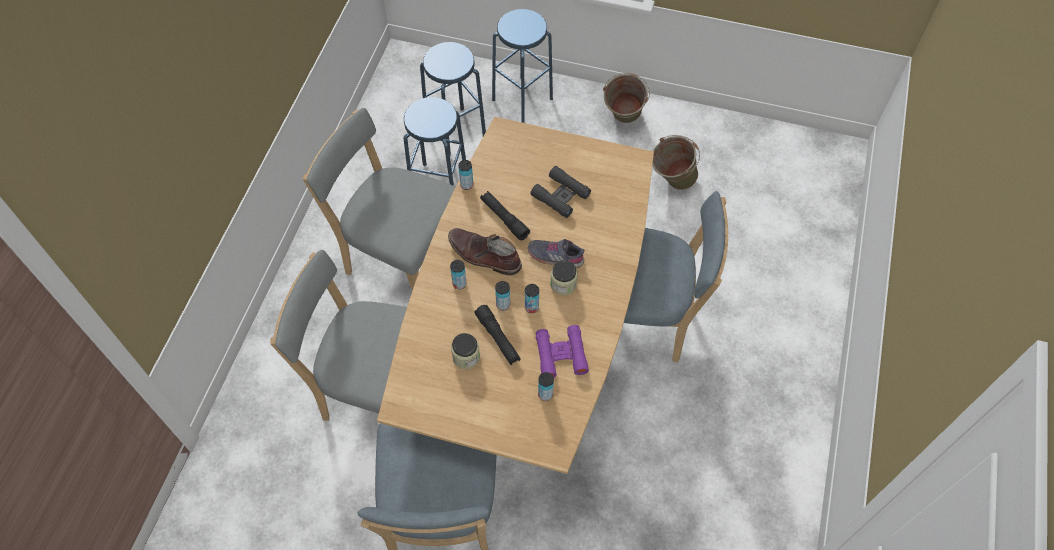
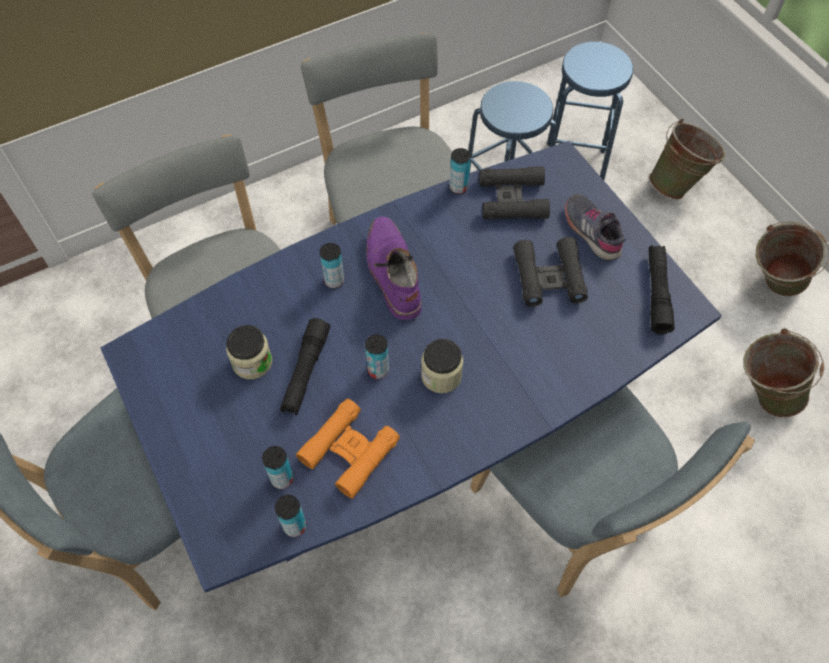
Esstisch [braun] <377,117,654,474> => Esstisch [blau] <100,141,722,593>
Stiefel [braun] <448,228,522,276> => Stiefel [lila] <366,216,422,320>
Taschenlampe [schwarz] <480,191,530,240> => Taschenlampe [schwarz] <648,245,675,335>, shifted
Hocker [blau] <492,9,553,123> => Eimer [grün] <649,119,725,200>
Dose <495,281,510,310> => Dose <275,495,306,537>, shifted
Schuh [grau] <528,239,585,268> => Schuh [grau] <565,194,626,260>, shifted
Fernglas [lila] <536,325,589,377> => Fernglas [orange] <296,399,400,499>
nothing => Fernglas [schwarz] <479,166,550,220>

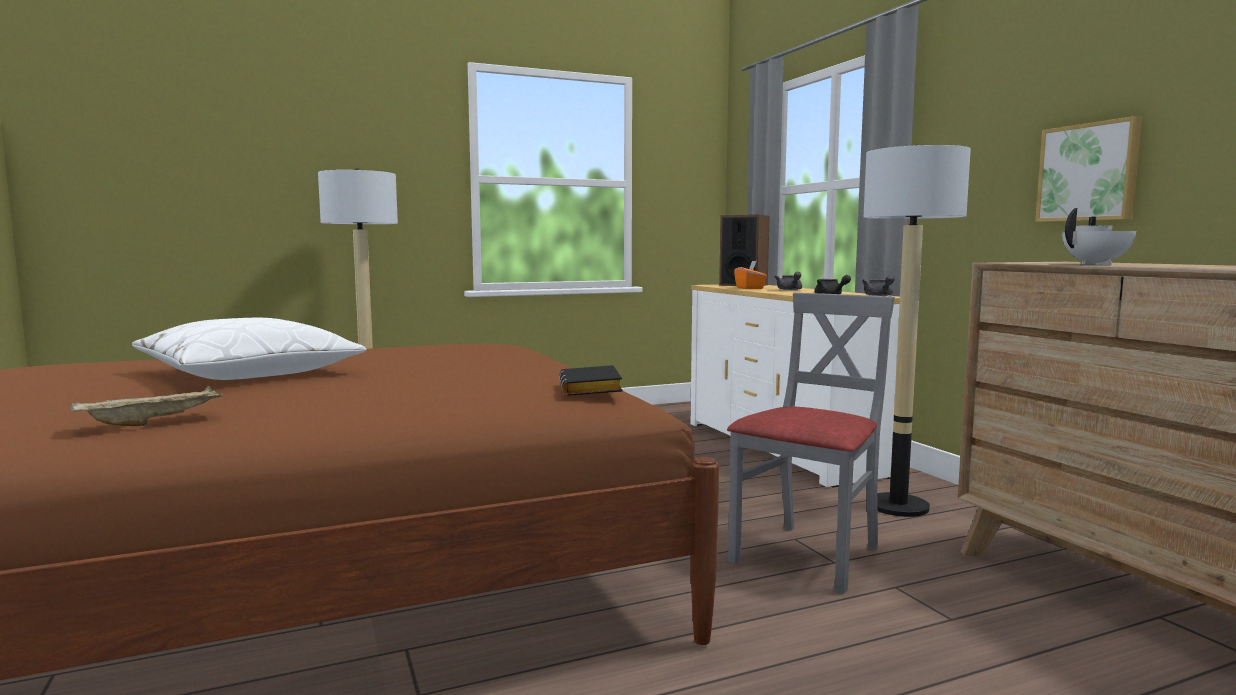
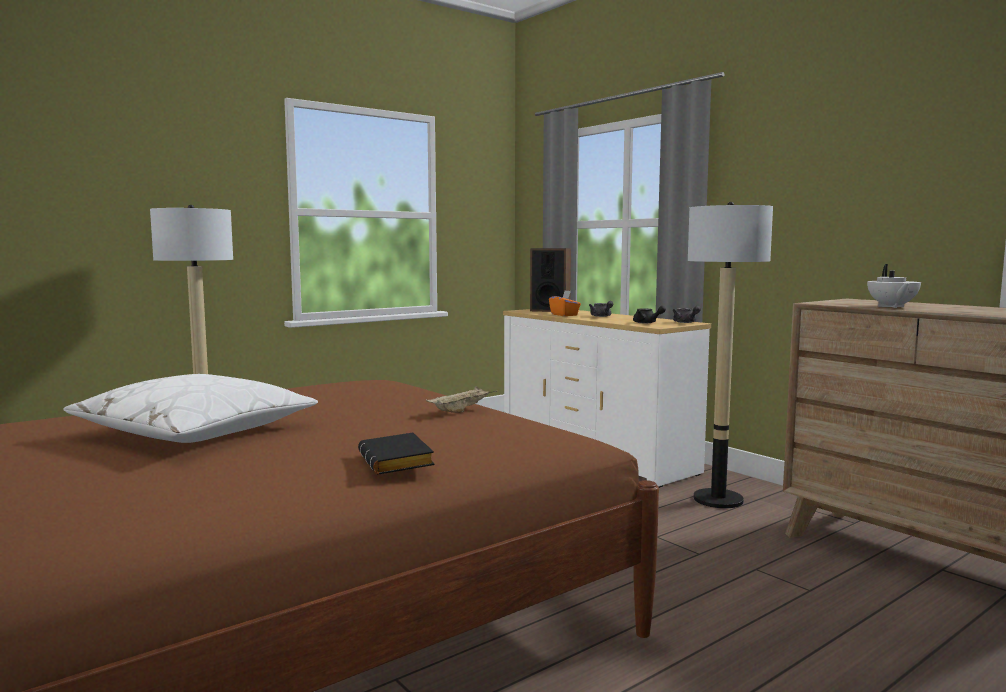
Tablett [beige] <70,386,223,426> => Tablett [beige] <426,386,497,413>, shifted
Buch [schwarz] <560,365,623,396> => Buch [schwarz] <358,433,435,474>, shifted
Stuhl [grau] <727,293,895,594> => nothing
Bild <1035,116,1142,222> => nothing
Teekanne [weiß] <1062,208,1136,265> => Teekanne [weiß] <867,264,921,308>, 135 degrees clockwise

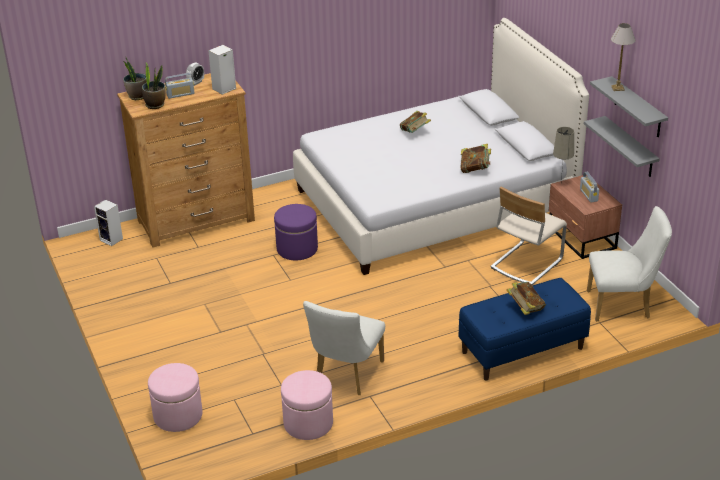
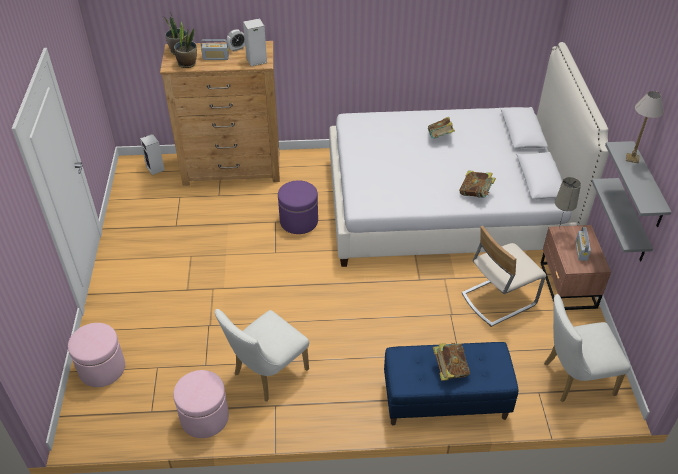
Stuhl [weiß] <587,206,672,321> => Stuhl [weiß] <544,294,630,402>, 150 degrees clockwise

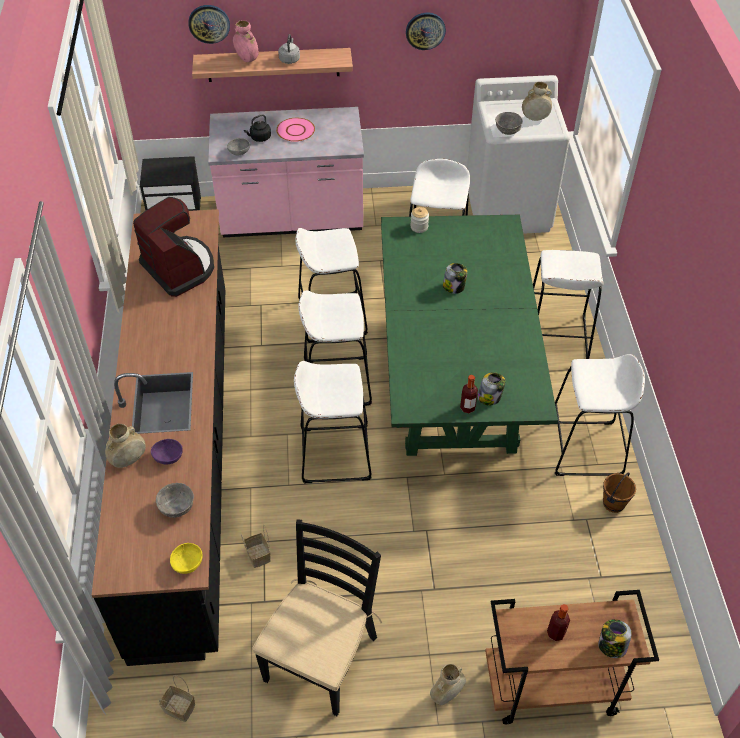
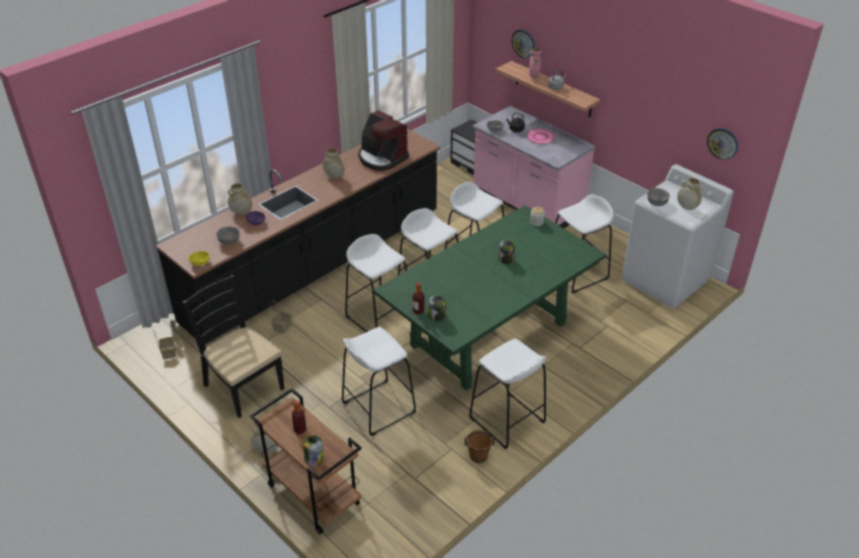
Kaffeemaschine <133,197,214,297> => Kaffeemaschine <358,110,409,171>, 120 degrees clockwise
Stuhl [schwarz] <252,519,382,716> => Stuhl [schwarz] <182,275,284,418>, 120 degrees counterclockwise
Wanduhr <406,13,446,50> => Wanduhr <707,128,738,160>, shifted
Hocker [weiß] <533,250,604,359> => Hocker [weiß] <342,327,416,436>, shifted
nothing => Vase [beige] <323,148,345,179>

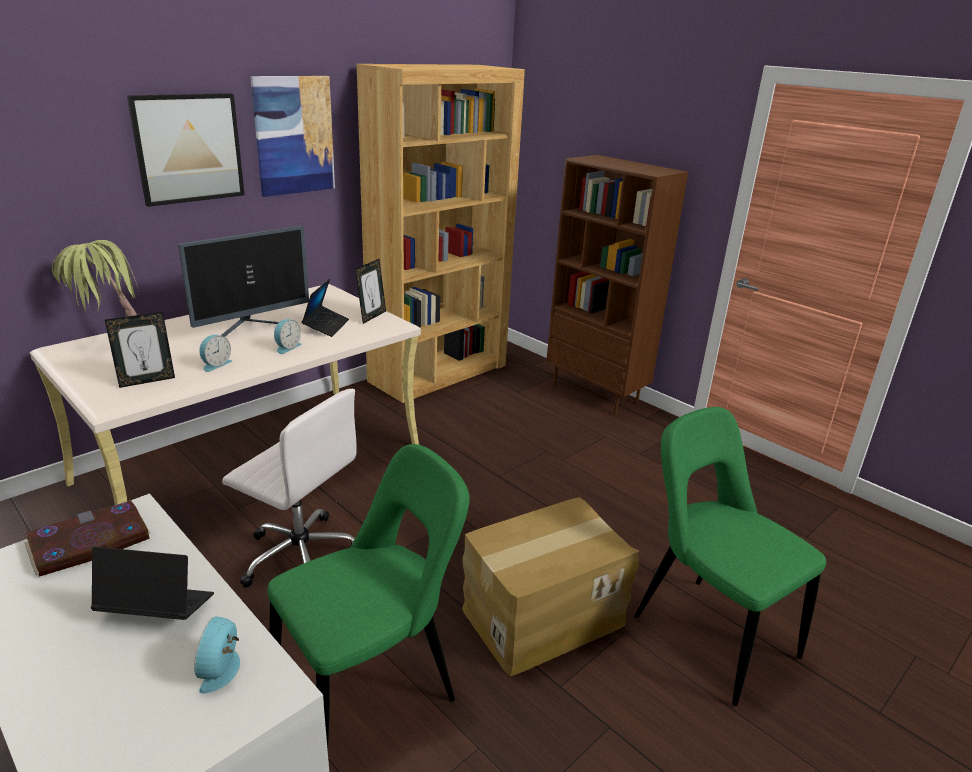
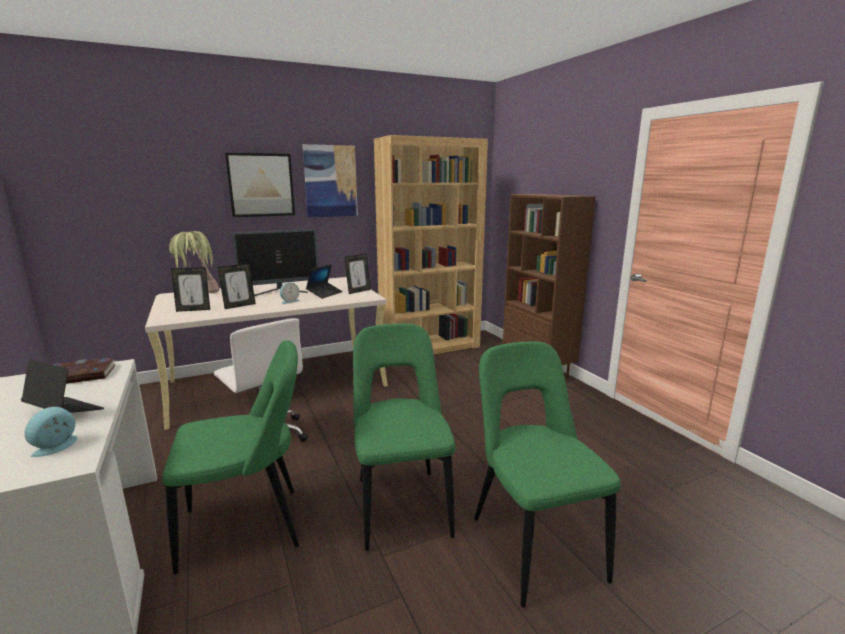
Wecker <199,335,232,372> => Bilderrahmen <218,263,256,309>
Karton <462,497,639,676> => Stuhl [grün] <353,324,455,551>

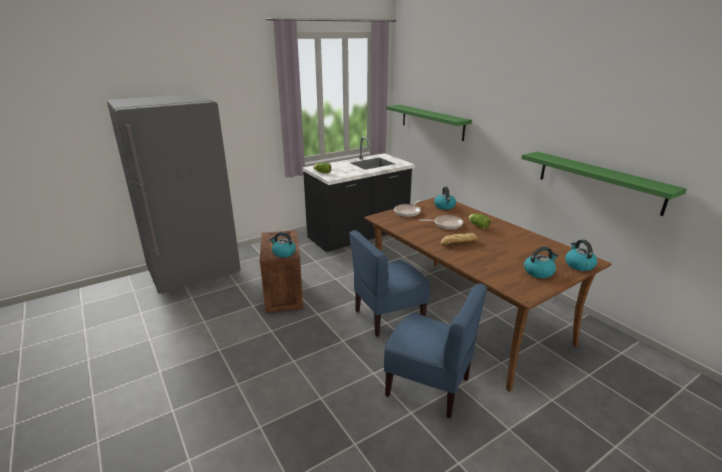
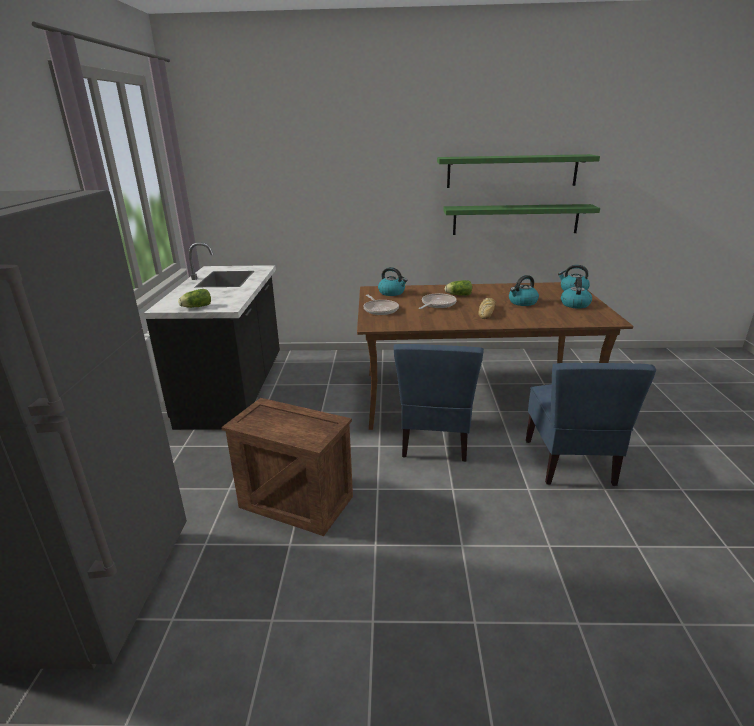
Wasserkessel <270,232,296,257> => Wasserkessel <509,275,539,306>, shifted
Stuhl [blau] <384,283,487,418> => Stuhl [blau] <526,363,656,486>, 120 degrees clockwise
Wandregal [grün] <386,105,472,141> => Wandregal [grün] <437,154,600,188>, shifted

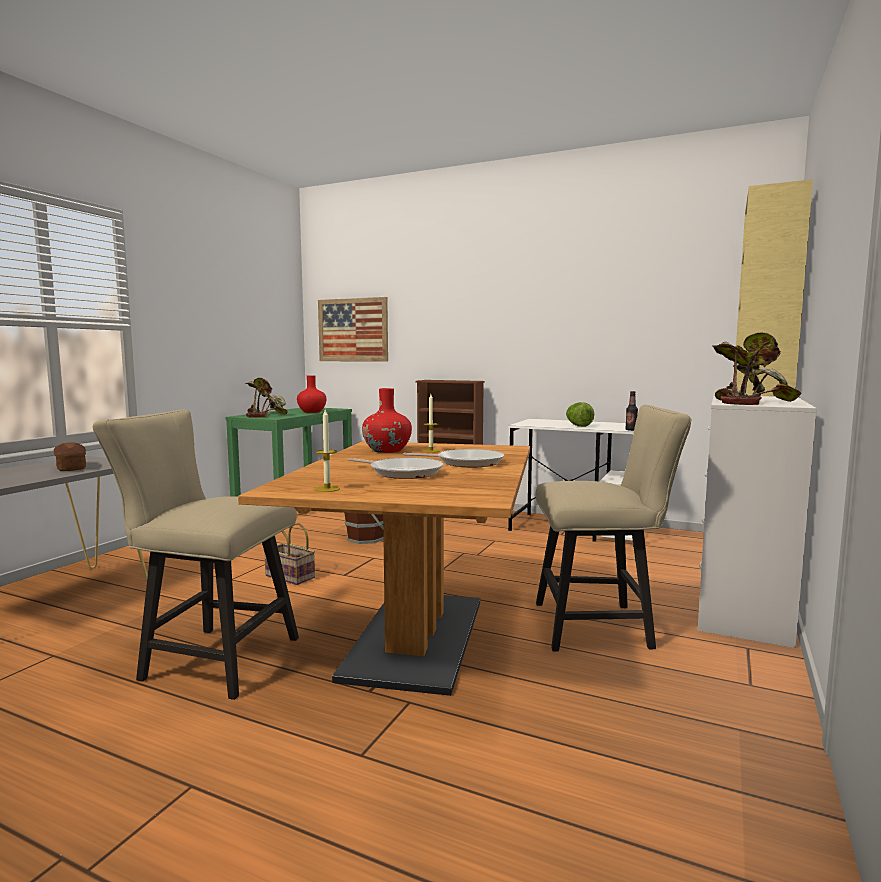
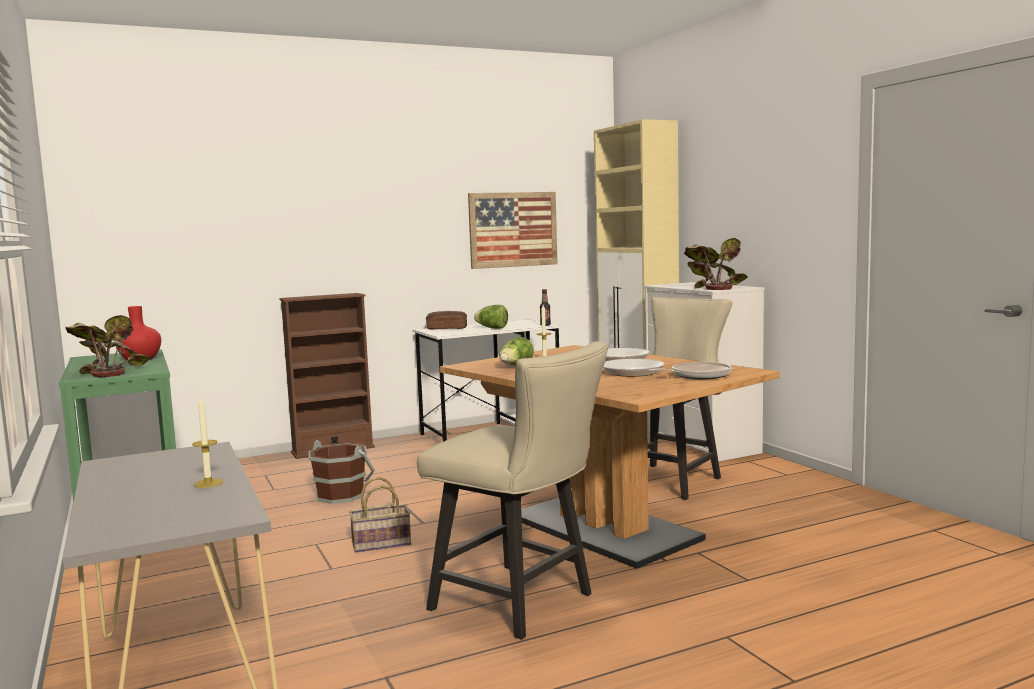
Brot <54,442,86,471> => Brot <426,311,467,329>, shifted
Stuhl [beige] <93,409,299,700> => Stuhl [beige] <417,341,608,640>, 105 degrees counterclockwise
Kerze <315,410,340,492> => Kerze <192,398,223,488>, shifted
Bild <318,297,388,362> => Bild <468,192,558,269>, shifted
Vase [rot] <362,388,412,453> => Salatkopf <499,337,534,365>
nothing => Pfanne <648,362,732,379>

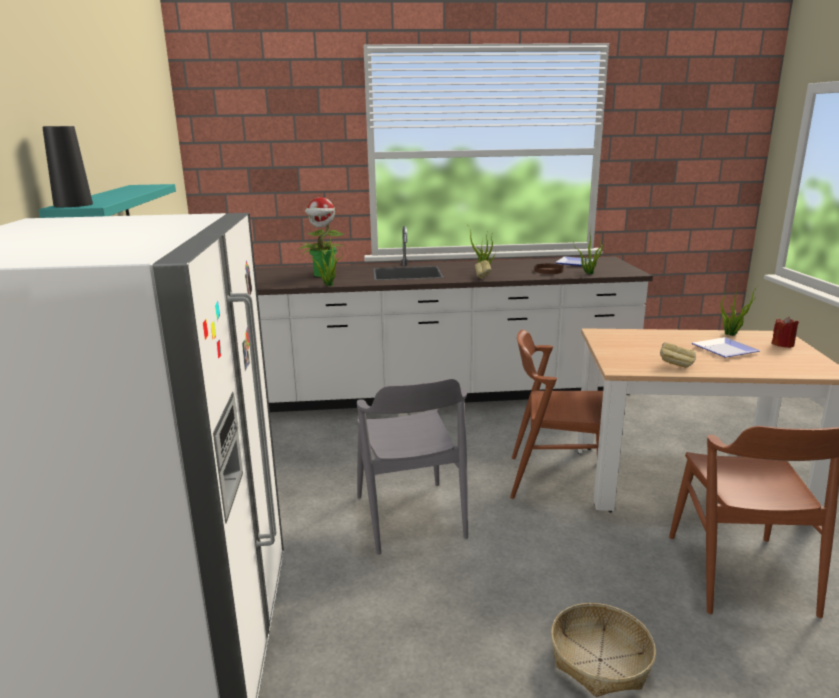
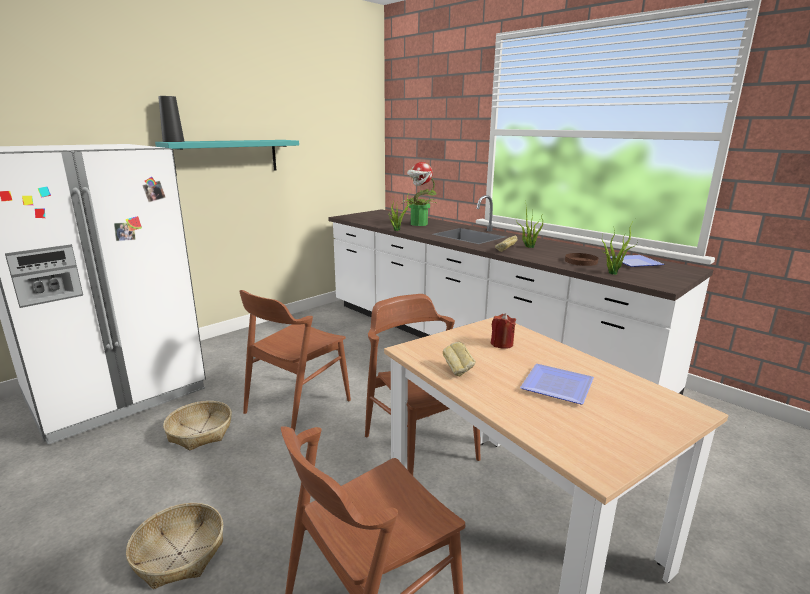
Stuhl [grau] <357,379,468,555> => Stuhl [braun] <240,290,351,431>
Topfpflanze <720,287,757,336> => nothing
Kerze [rot] <771,316,799,348> => Kerze [rot] <491,313,516,349>, shifted
nothing => Korb <163,401,232,451>

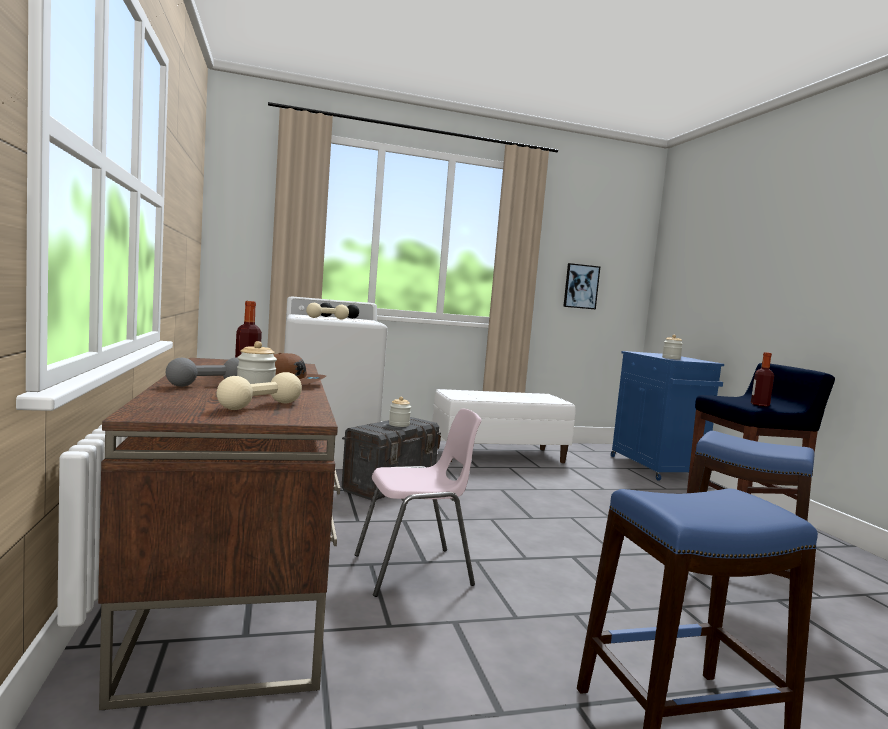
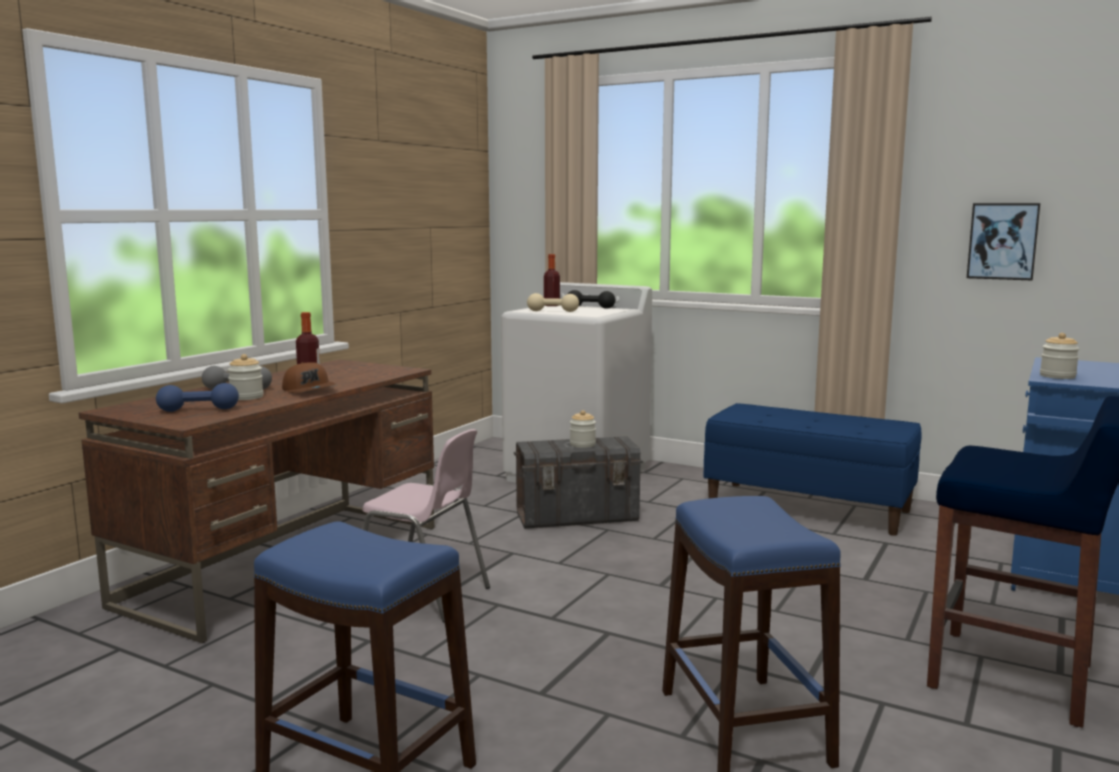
Hantel [beige] <217,372,302,410> => Hantel [blau] <156,383,239,412>
Bank [weiß] <432,389,576,463> => Bank [blau] <704,403,922,536>
Flasche <751,352,774,407> => Flasche <544,254,560,306>, shifted

